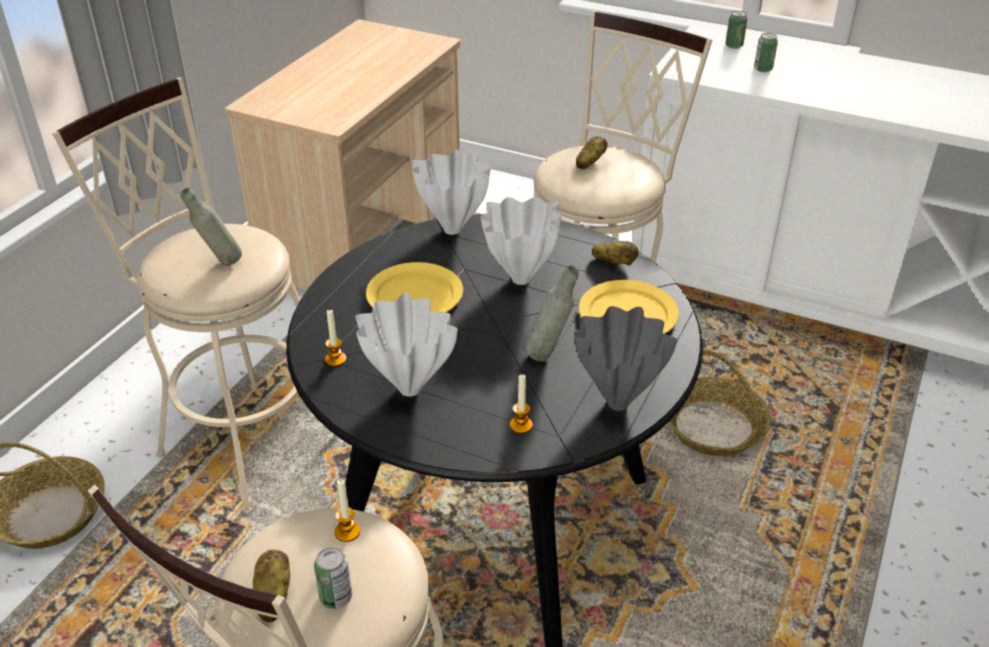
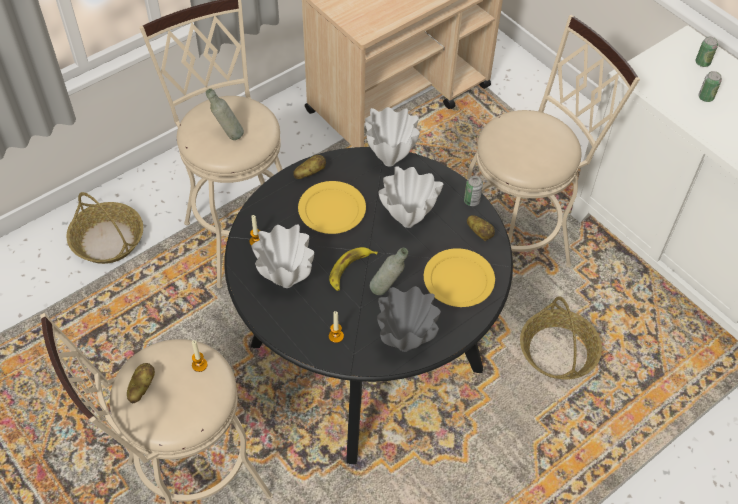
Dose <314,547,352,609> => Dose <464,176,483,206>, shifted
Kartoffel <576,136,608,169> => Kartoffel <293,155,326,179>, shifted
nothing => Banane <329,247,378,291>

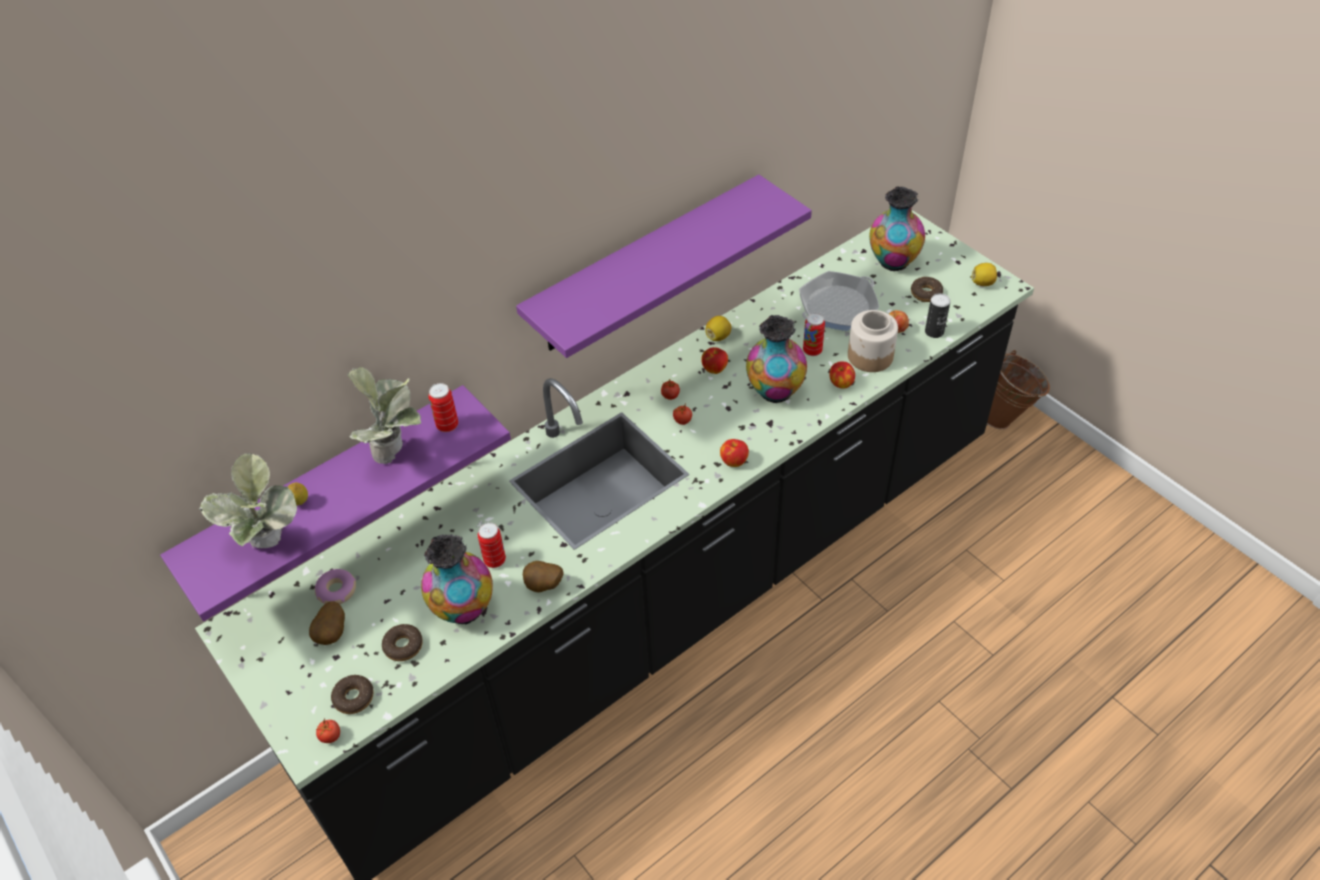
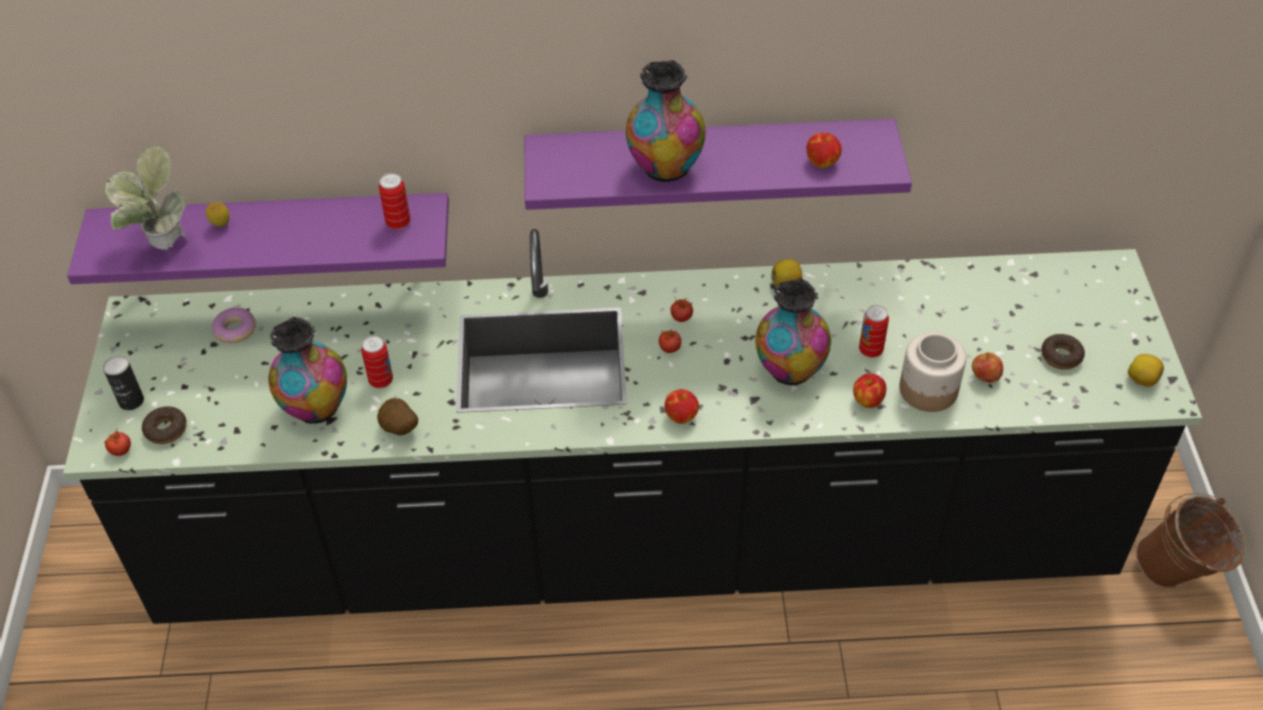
Kartoffel <309,601,345,645> => nothing
Topfpflanze <347,367,421,464> => nothing
Donut <382,624,423,661> => nothing
Apfel <701,347,728,374> => Apfel <806,133,842,168>, shifted
Pfanne <799,271,879,331> => nothing
Vase <869,186,925,271> => Vase <626,60,706,183>, shifted
Dose <925,293,950,338> => Dose <103,355,144,410>, shifted

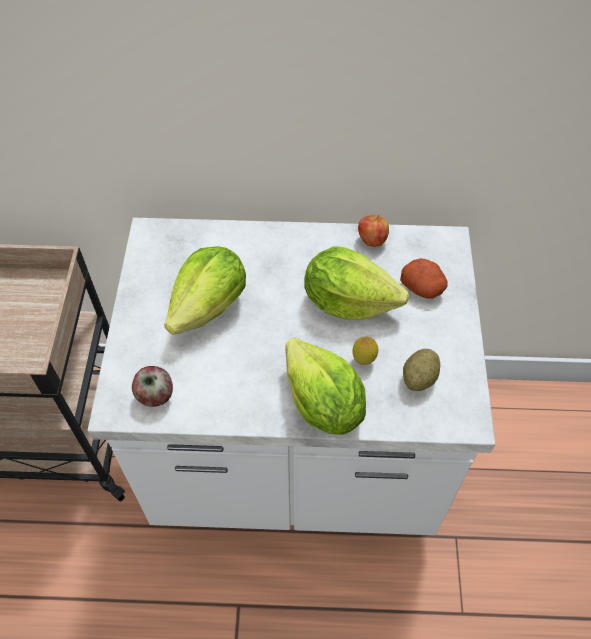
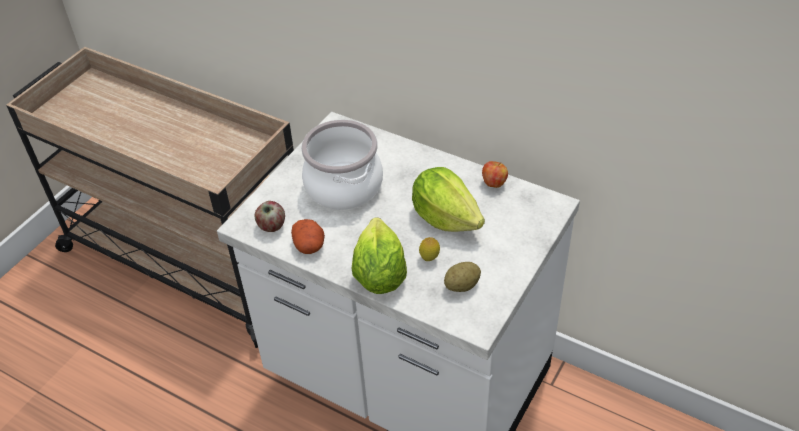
Salatkopf <164,246,246,335> => Kochtopf <301,120,383,210>
Kartoffel <400,258,447,298> => Kartoffel <291,219,325,254>, shifted

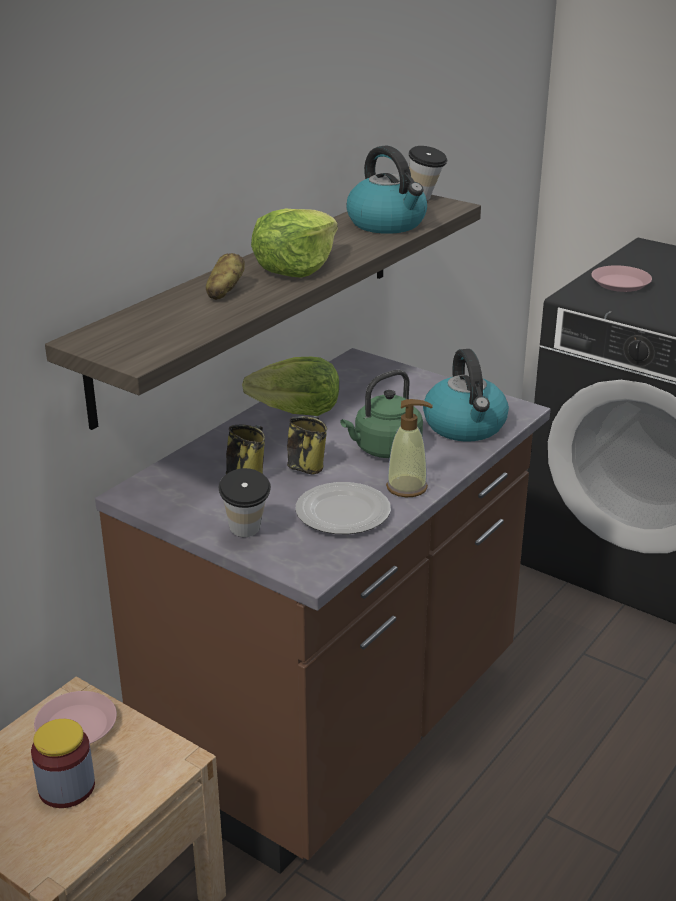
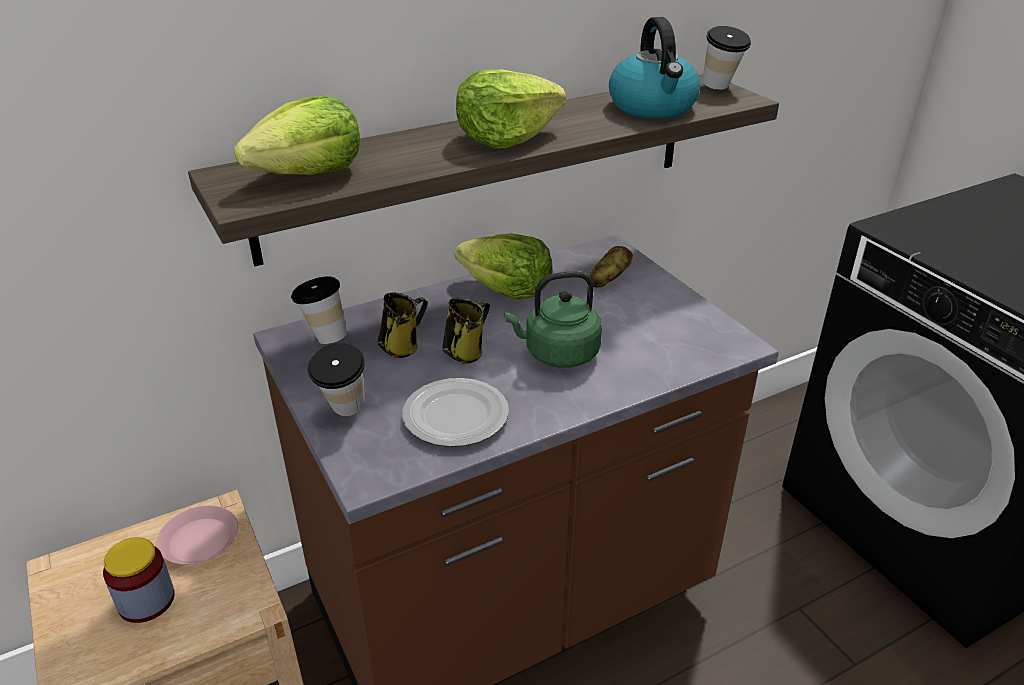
Kartoffel <206,253,245,300> => Kartoffel <590,246,633,287>, shifted
Seifenspender <386,399,433,497> => nothing
Wasserkessel <423,349,509,442> => nothing
Teller [rosa] <591,265,652,292> => nothing
nothing => Salatkopf <234,96,360,175>
nothing => Tasse <291,276,347,344>

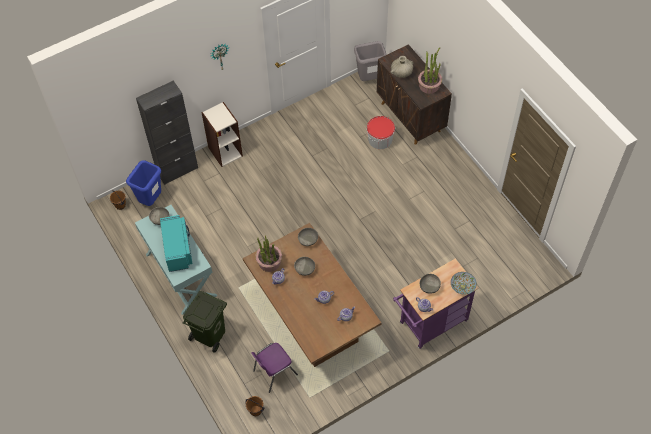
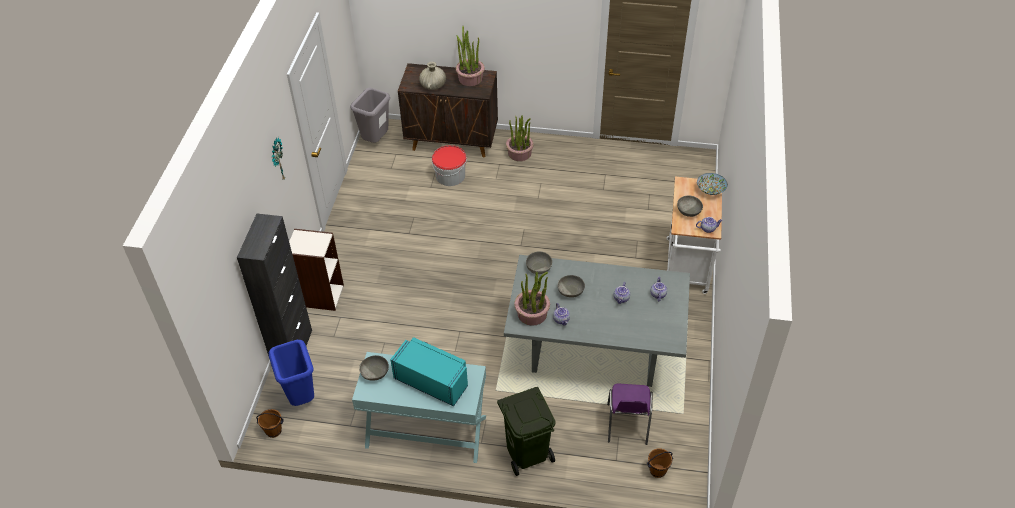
Esstisch [braun] <243,223,381,367> => Esstisch [grau] <504,255,690,387>
Rollwagen [lila] <393,259,479,349> => Rollwagen [weiß] <667,177,722,294>
nothing => Topfpflanze <506,115,534,161>

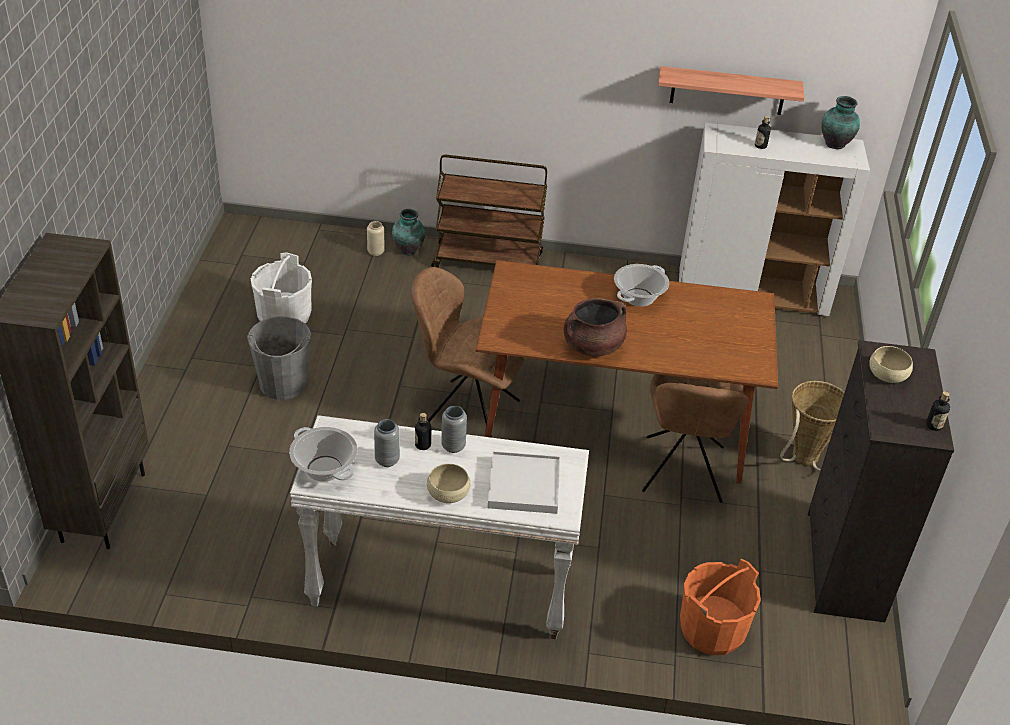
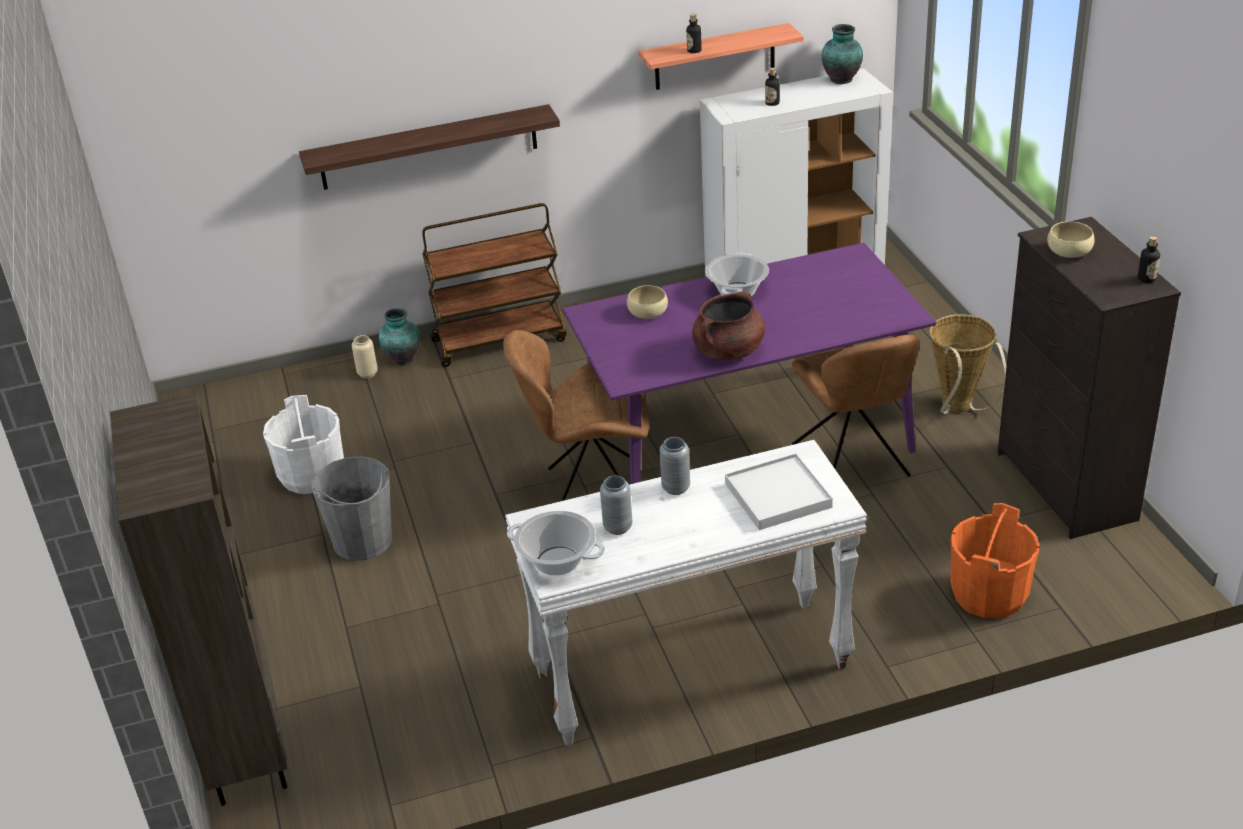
Flasche <415,413,431,450> => Flasche <686,14,702,53>, shifted
Schüssel [beige] <427,464,470,503> => Schüssel [beige] <627,285,668,319>, shifted
Esstisch [braun] <476,260,778,484> => Esstisch [lila] <563,243,936,484>
nothing => Wandregal <299,104,560,190>

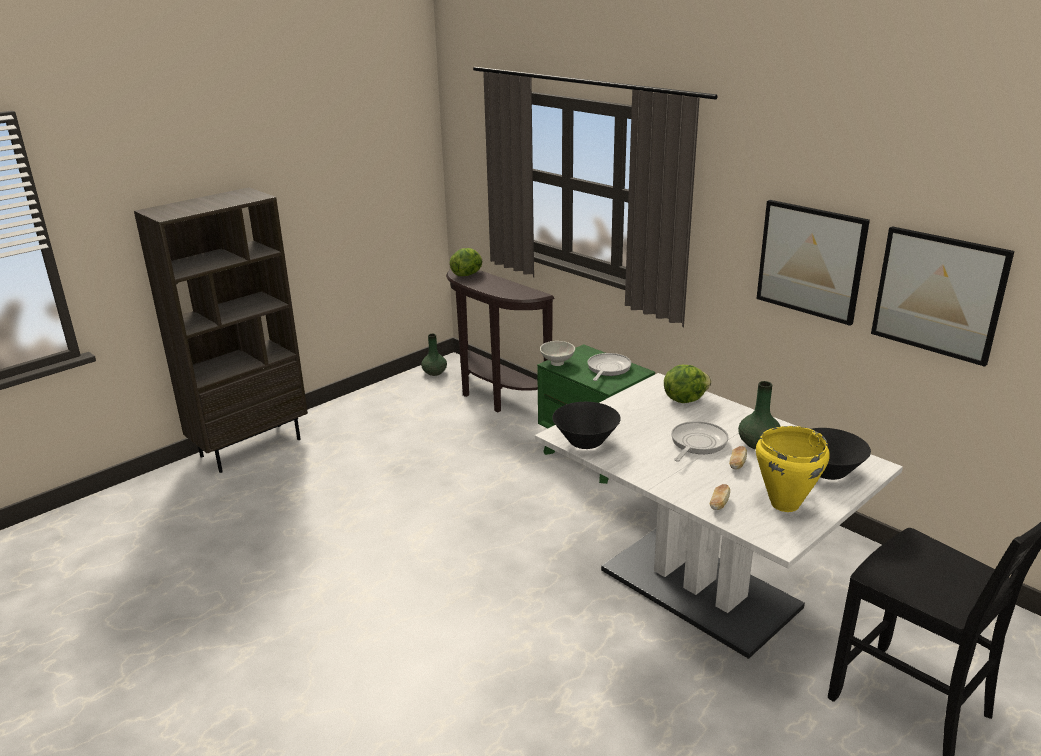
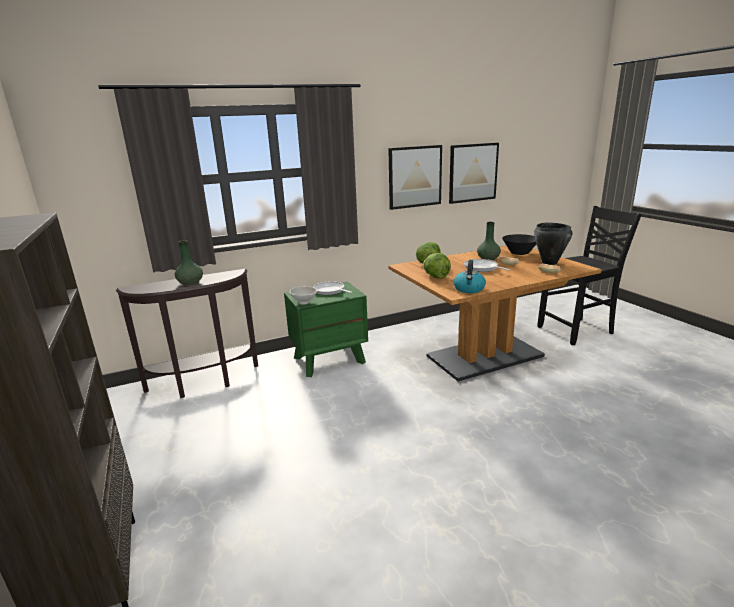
Vase [grün] <421,334,447,376> => Vase [grün] <175,240,203,285>, shifted
Salatkopf <450,248,482,276> => Salatkopf <423,253,451,279>, shifted
Esstisch [weiß] <535,373,903,659> => Esstisch [braun] <388,246,602,381>
Schüssel [schwarz] <552,402,621,449> => Wasserkessel <454,260,486,293>
Kochtopf [gelb] <756,426,830,512> => Kochtopf [schwarz] <534,223,573,265>

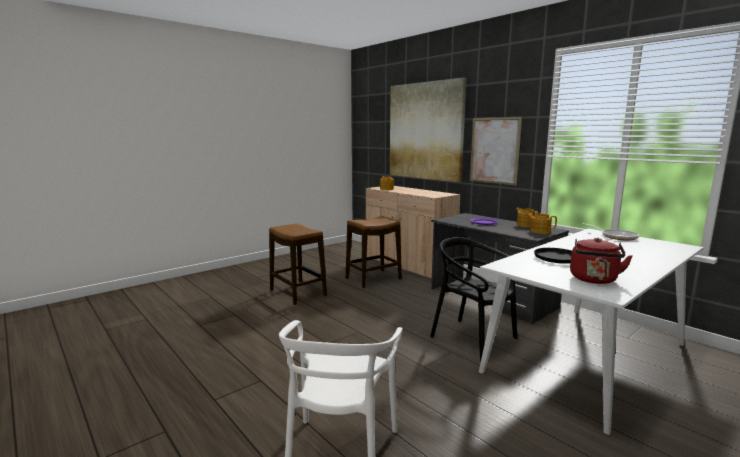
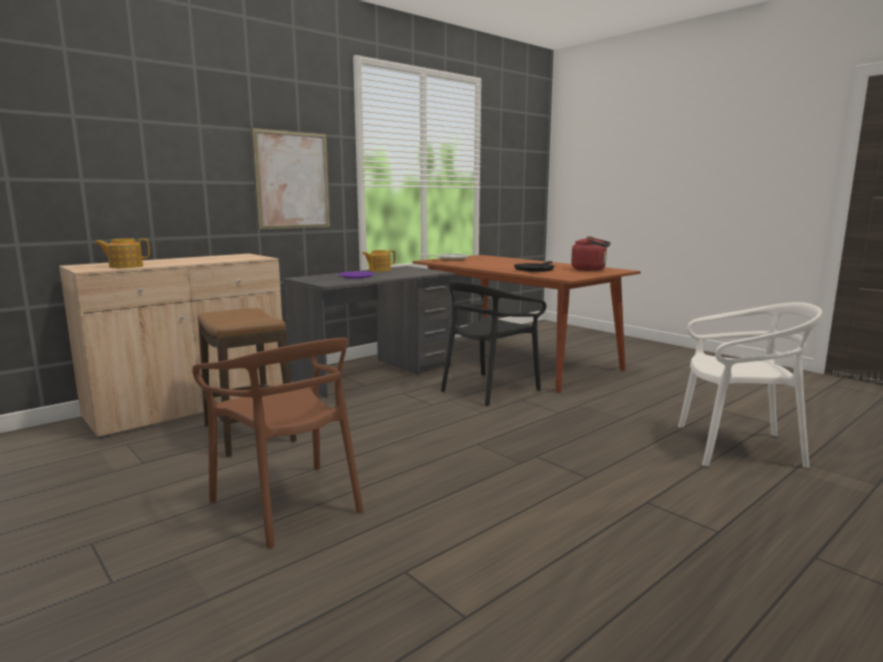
Hocker <269,223,327,305> => Stuhl [braun] <192,338,363,548>
Bild <390,78,466,182> => nothing
Esstisch [weiß] <479,229,704,435> => Esstisch [braun] <413,255,641,393>
Teekanne <526,213,557,234> => nothing

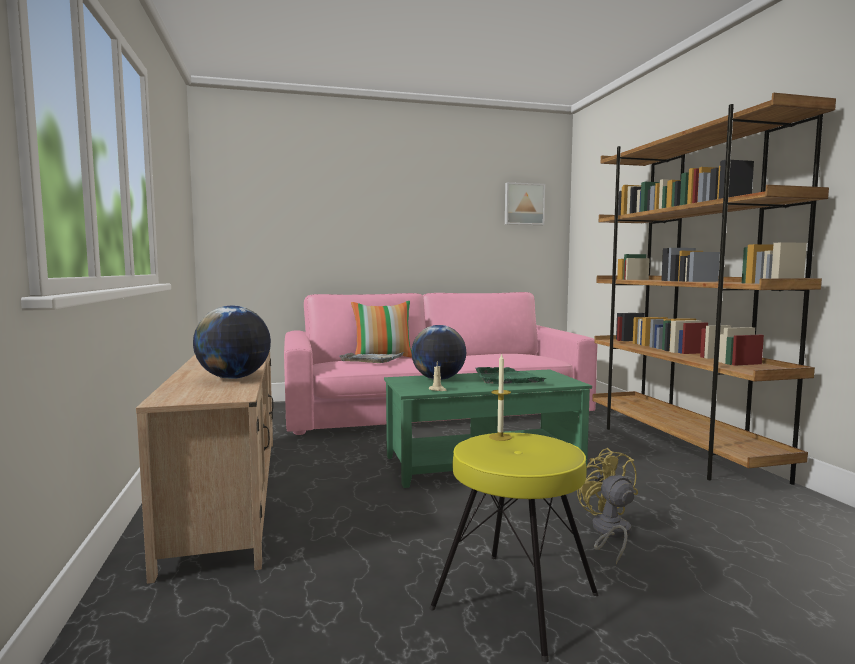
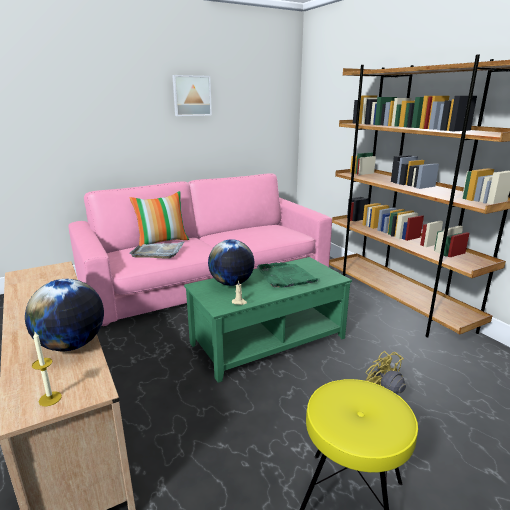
Kerze <489,353,512,441> => Kerze <32,332,62,406>, shifted
Bild <505,182,545,225> => Bild <172,75,212,116>, shifted

